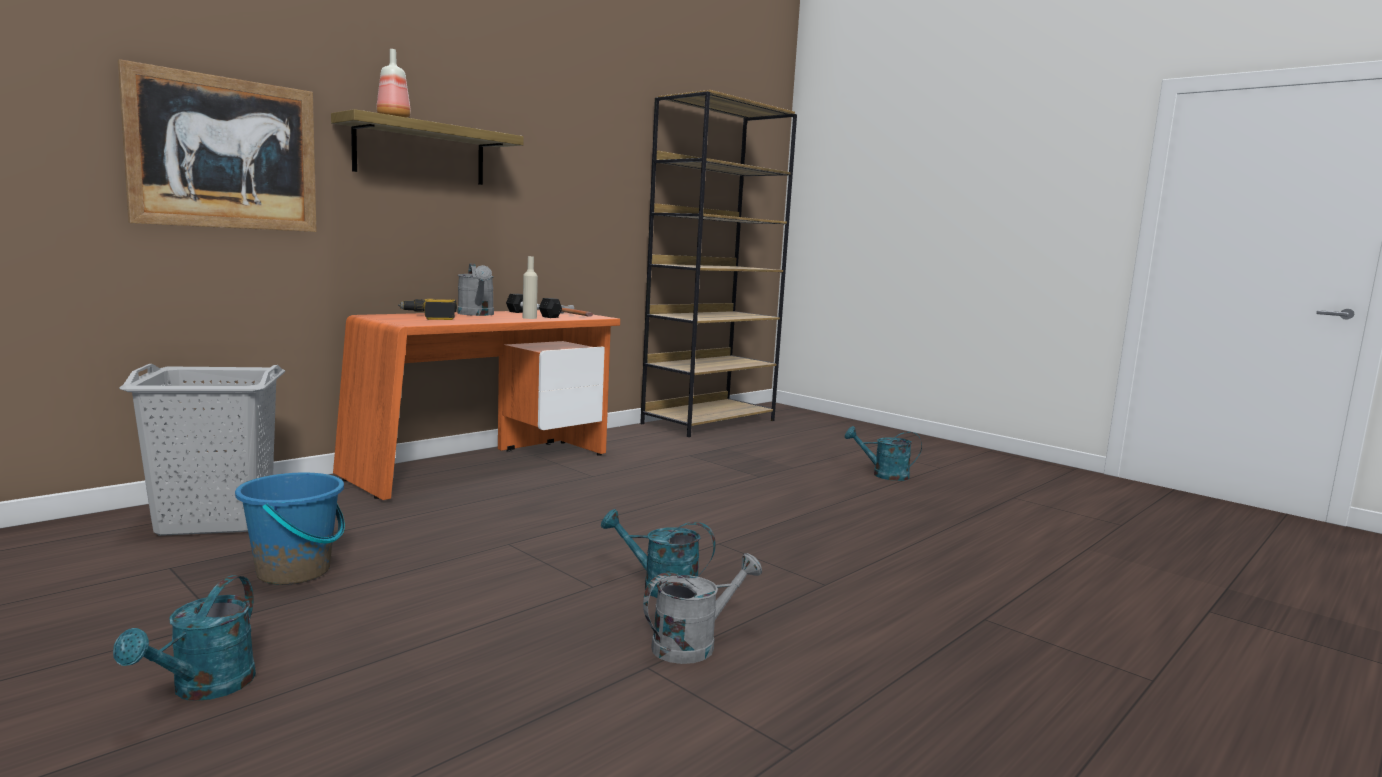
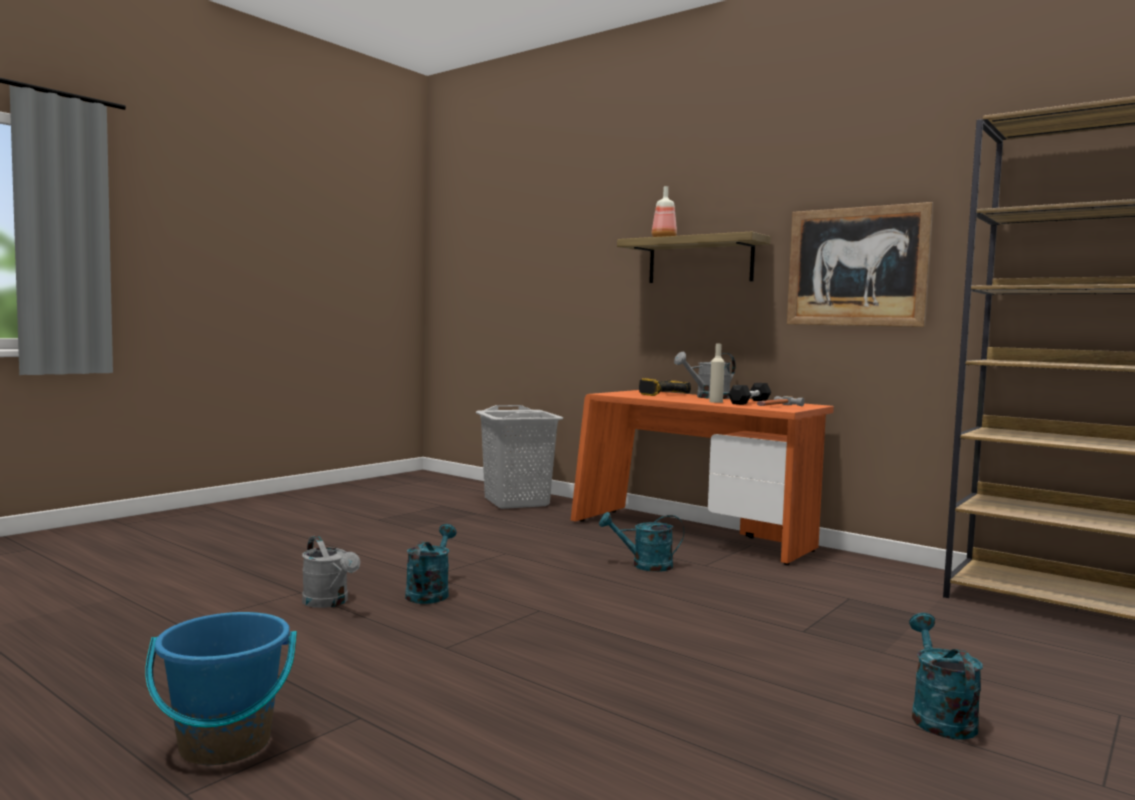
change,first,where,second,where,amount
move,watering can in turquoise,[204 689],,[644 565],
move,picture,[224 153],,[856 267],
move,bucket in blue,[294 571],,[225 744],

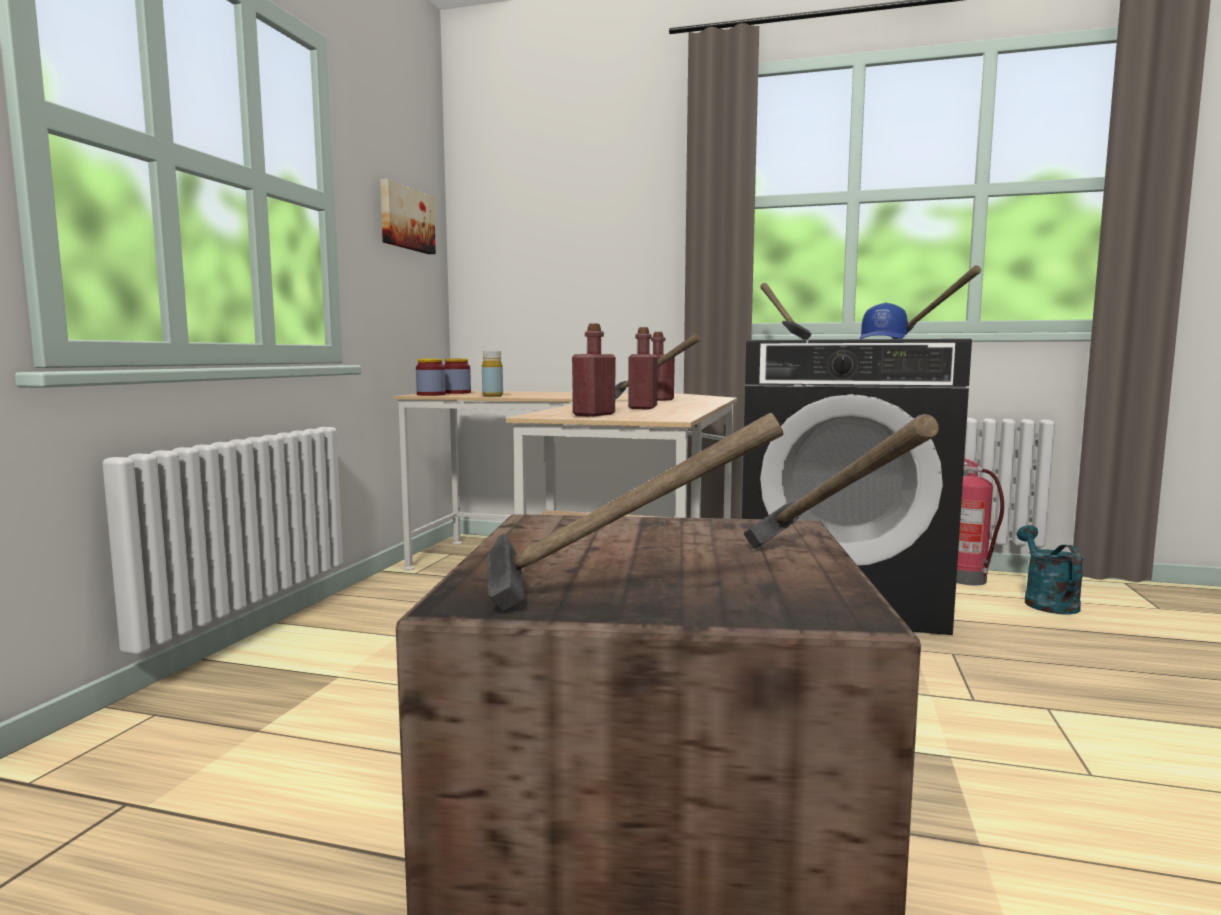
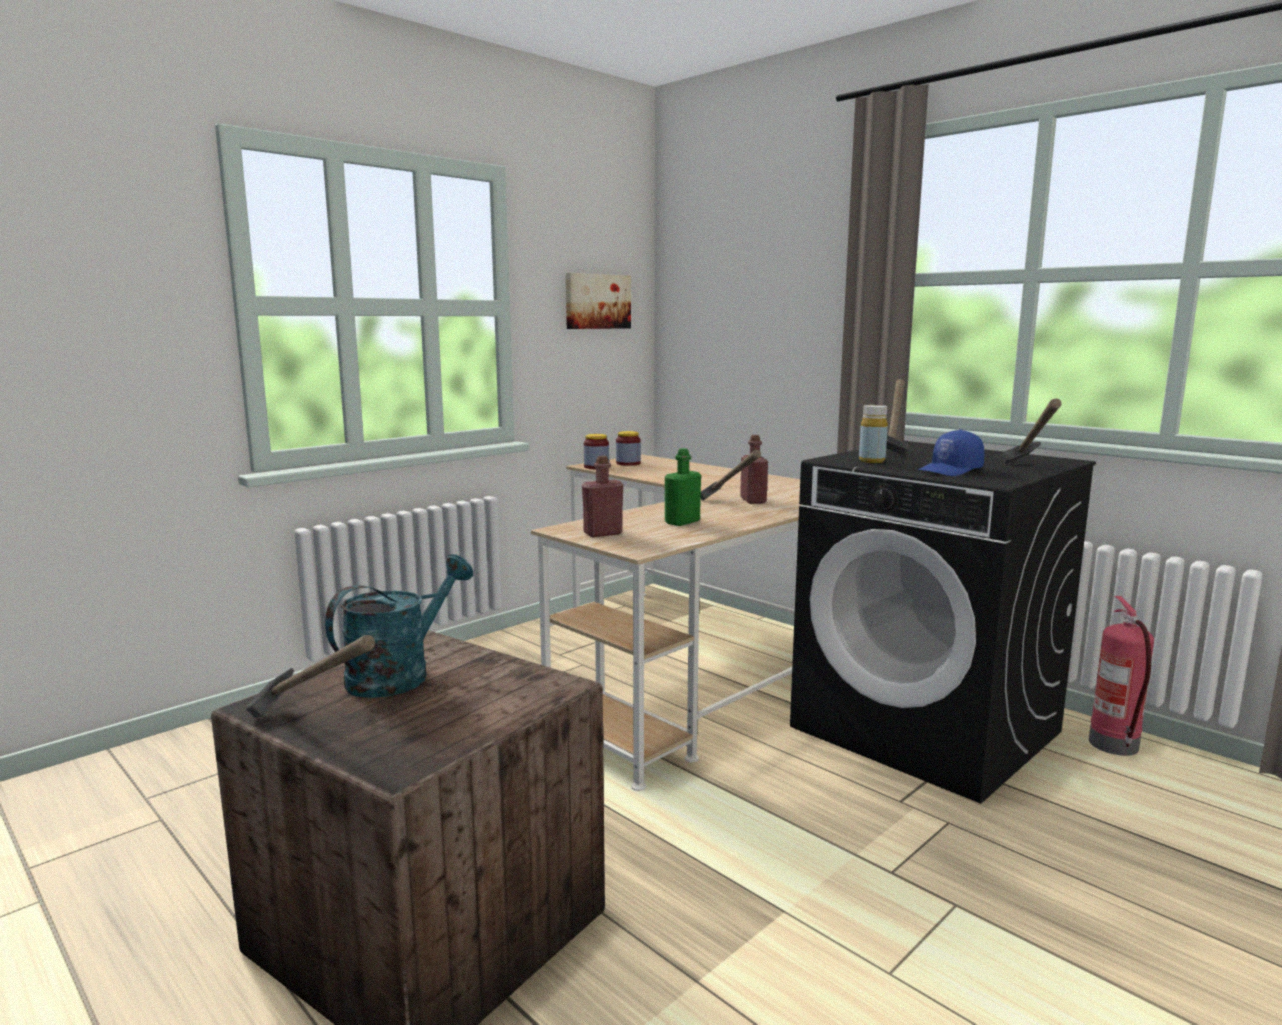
change,first,where,second,where,amount
move,bottle in yellow,[492 395],,[871 461],
recolor,bottle in red,[643 408],bottle in green,[682 522],
delete,hammer,[827 568],,,
move,watering can in turquoise,[1046 602],,[399 674],

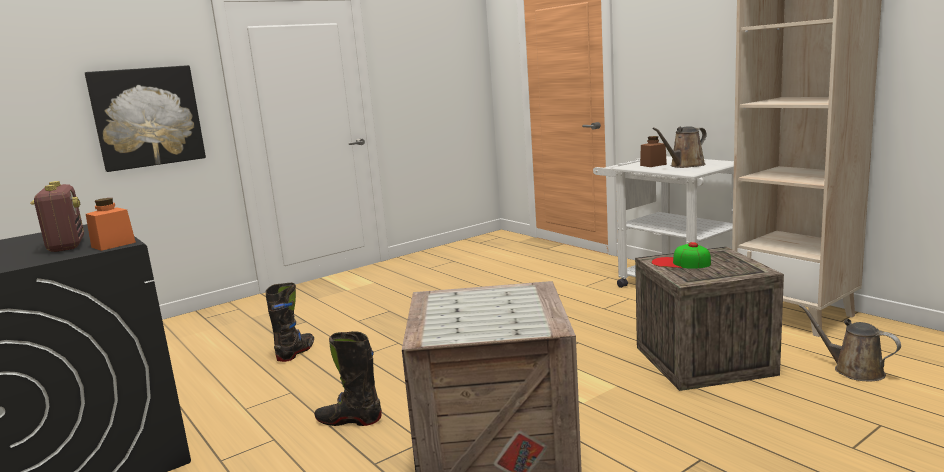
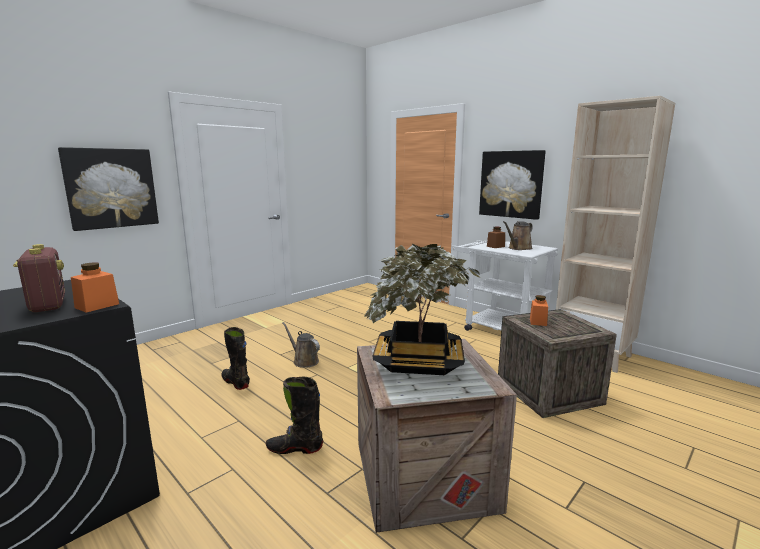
change,first,where,second,where,amount
rotate,boot in black,[296 352],,[236 382],60 degrees counterclockwise
replace,cap,[680 263],jar in orange,[538 322],
move,watering can in brown,[853 370],,[304 361],
insert,,,potted plant,[419 362],
insert,,,picture,[511 184],

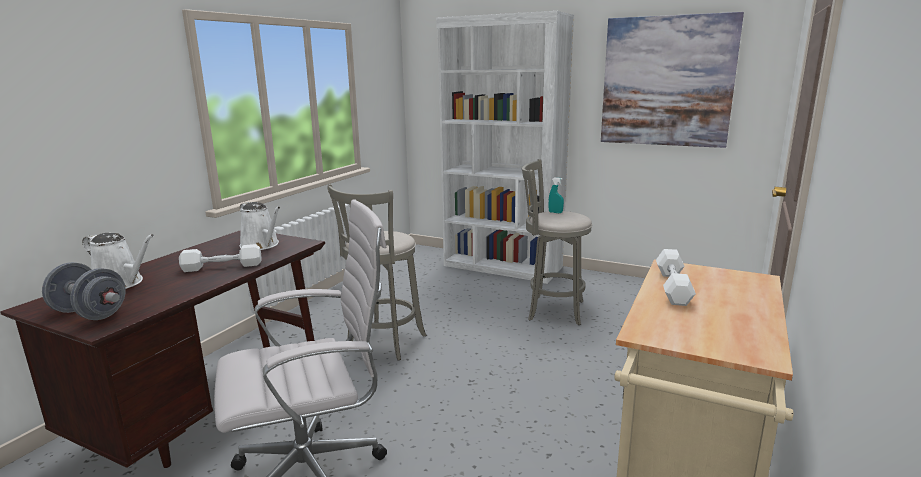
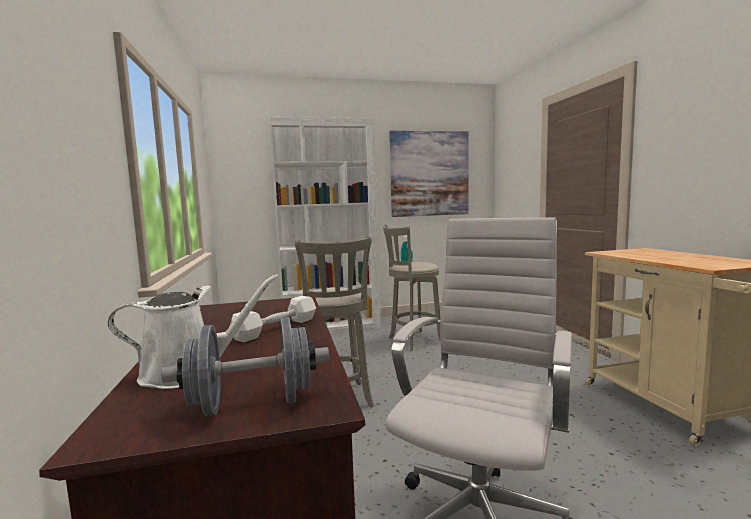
change,first,where,second,where,amount
delete,watering can in white,[261 245],,,
delete,dumbbell in white,[673 287],,,

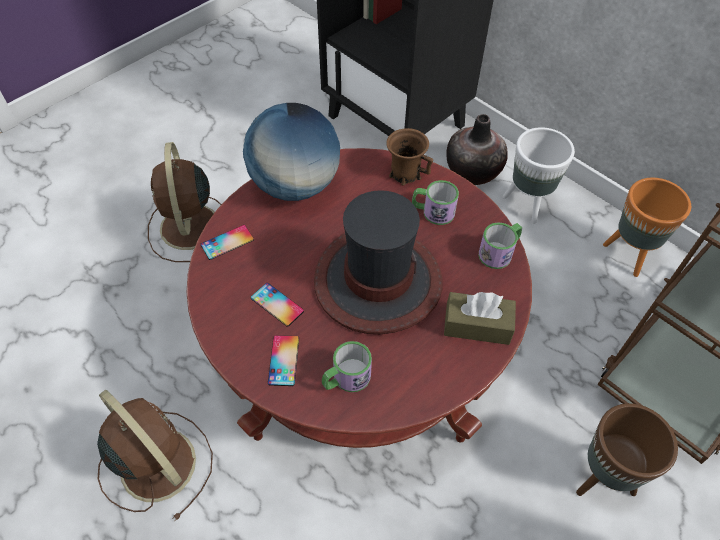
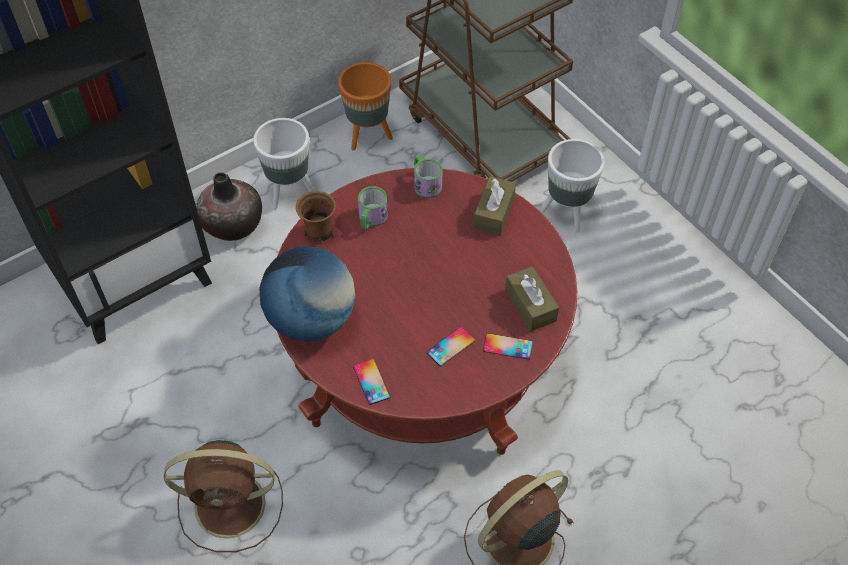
change,first,where,second,where,amount
delete,hat,[377 281],,,
replace,mug,[346 379],tissue box in brown,[530 305],
recolor,planter in brown,[602 478],planter in white,[567 213],

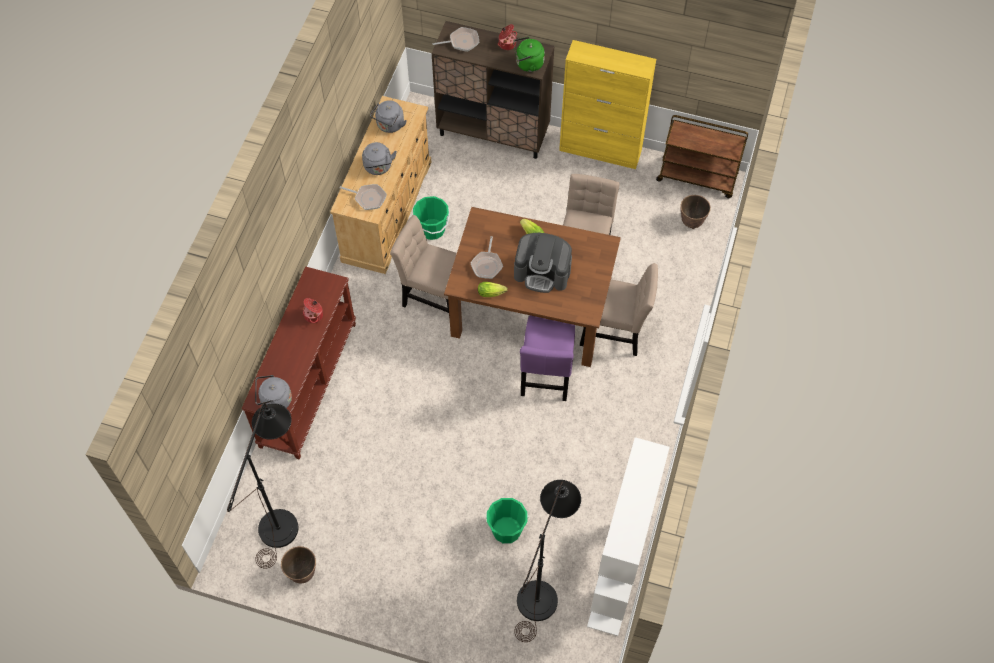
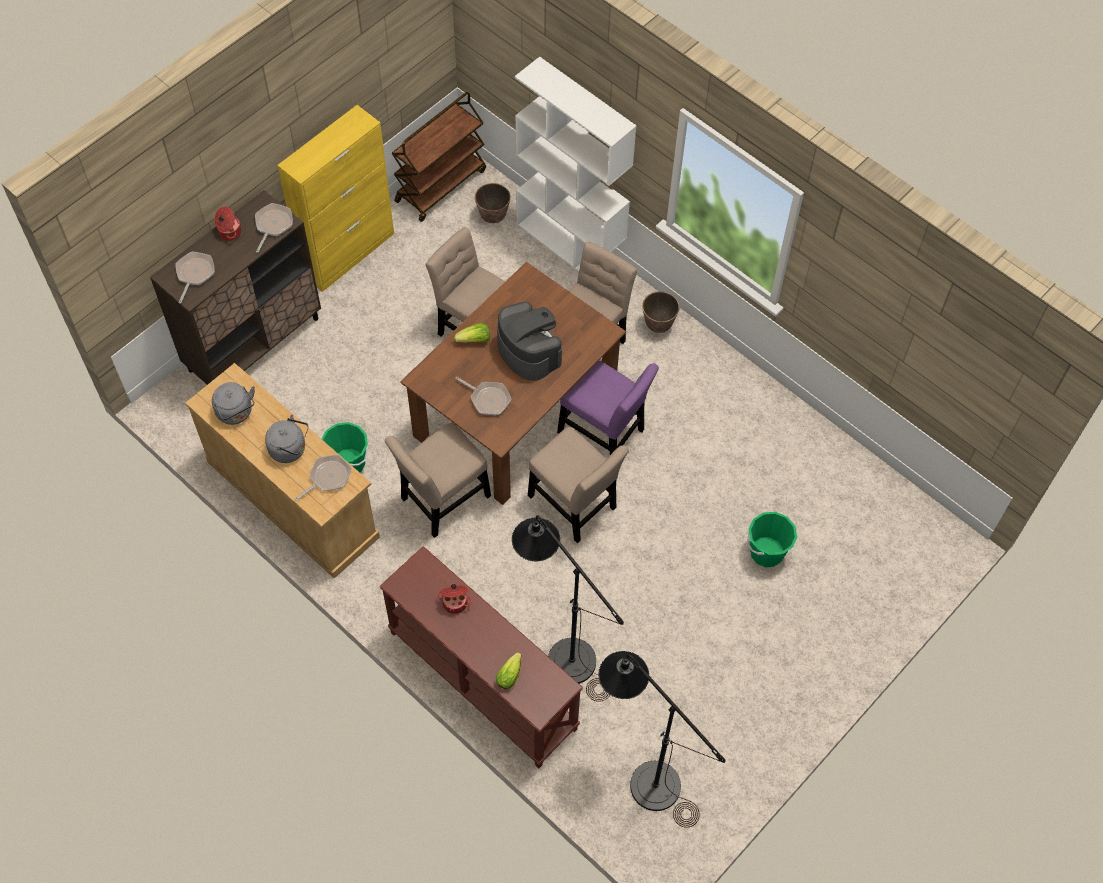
change,first,where,second,where,amount
delete,kettle in grey,[274 401],,,
move,planter,[302 573],,[658 325],
move,lettuce,[492 293],,[510 673],
replace,kettle in green,[528 64],frying pan,[273 225],
rotate,coffee machine,[542 272],,[528 351],75 degrees counterclockwise
move,floor lamp in black,[541 590],,[562 651],
move,bookcase in white,[617 579],,[570 247],
insert,,,chair in beige,[574 506],

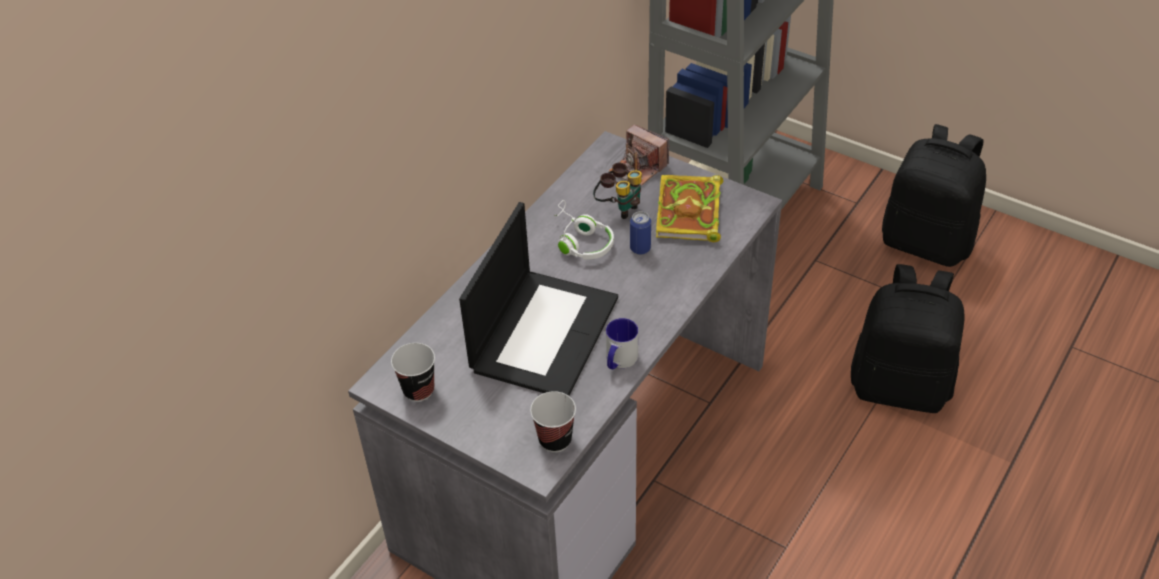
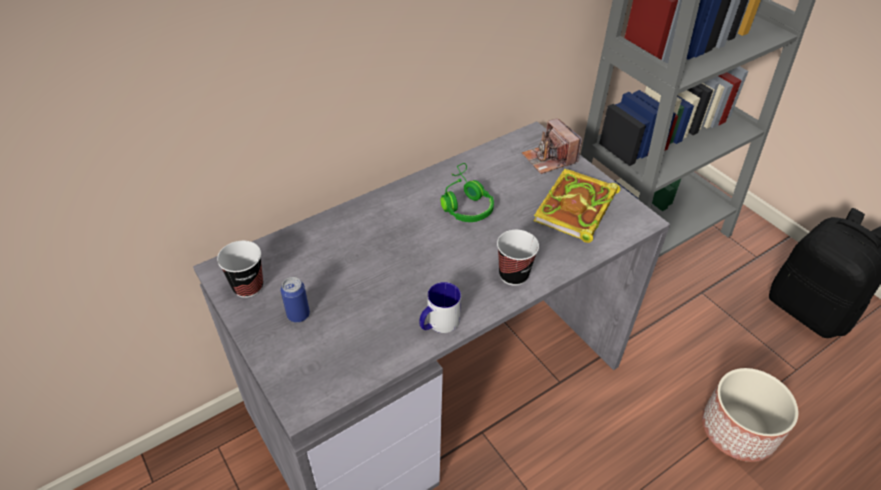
change,first,where,second,where,amount
delete,laptop,[544 332],,,
move,cup,[555 440],,[513 275],
recolor,headphones in white,[580 241],headphones in green,[465 203],
delete,binoculars,[619 207],,,
move,can,[640 248],,[298 315],
replace,backpack in black,[900 386],planter,[738 430],

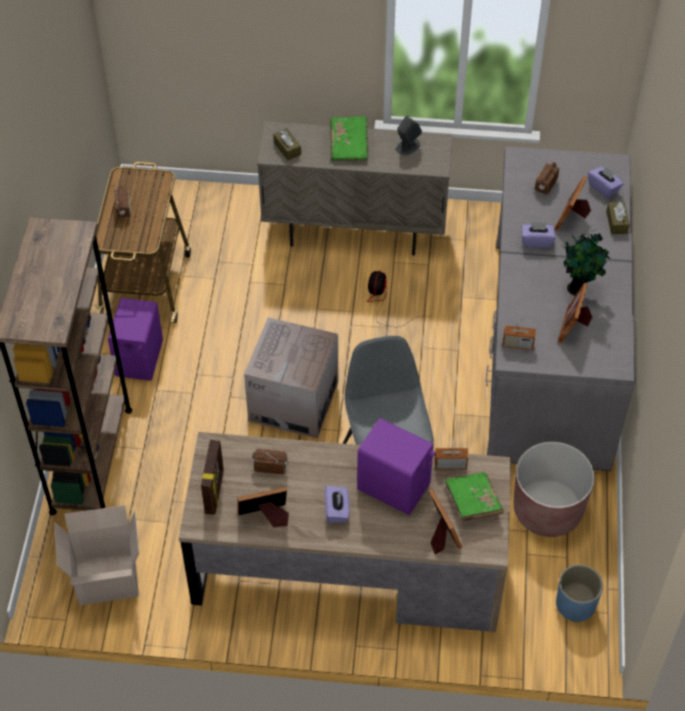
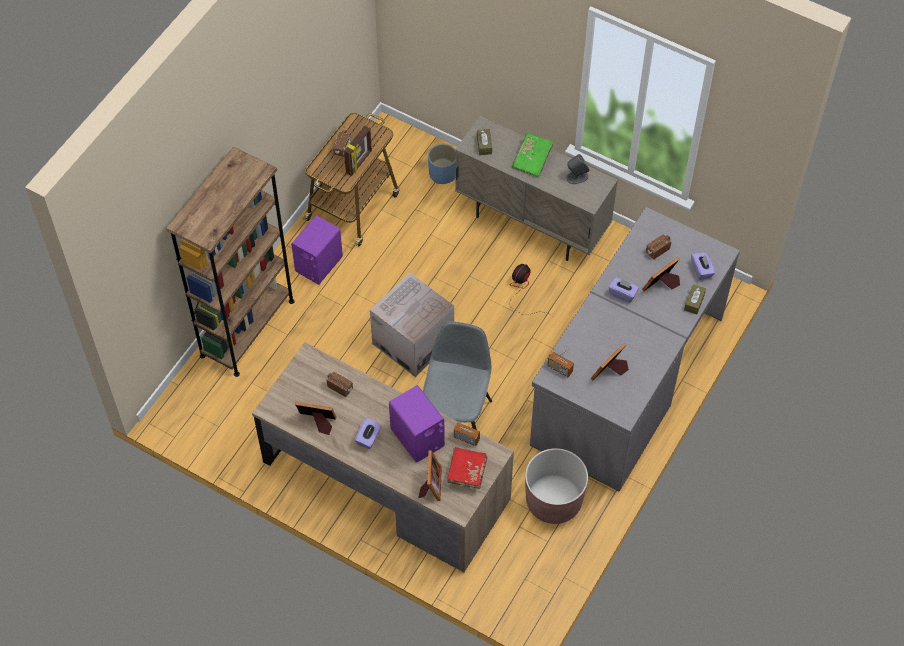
change,first,where,second,where,amount
delete,cardboard box,[106 580],,,
move,picture frame,[215 492],,[359 162],
recolor,book in green,[472 502],book in red,[466 472],
move,planter in blue,[575 604],,[442 173],
delete,potted plant,[578 288],,,

